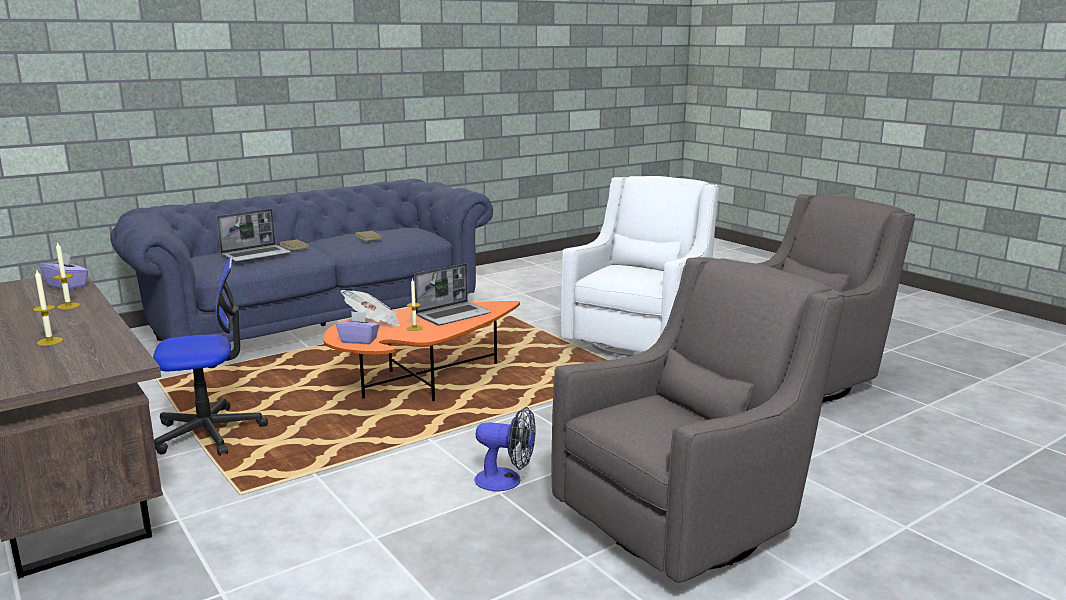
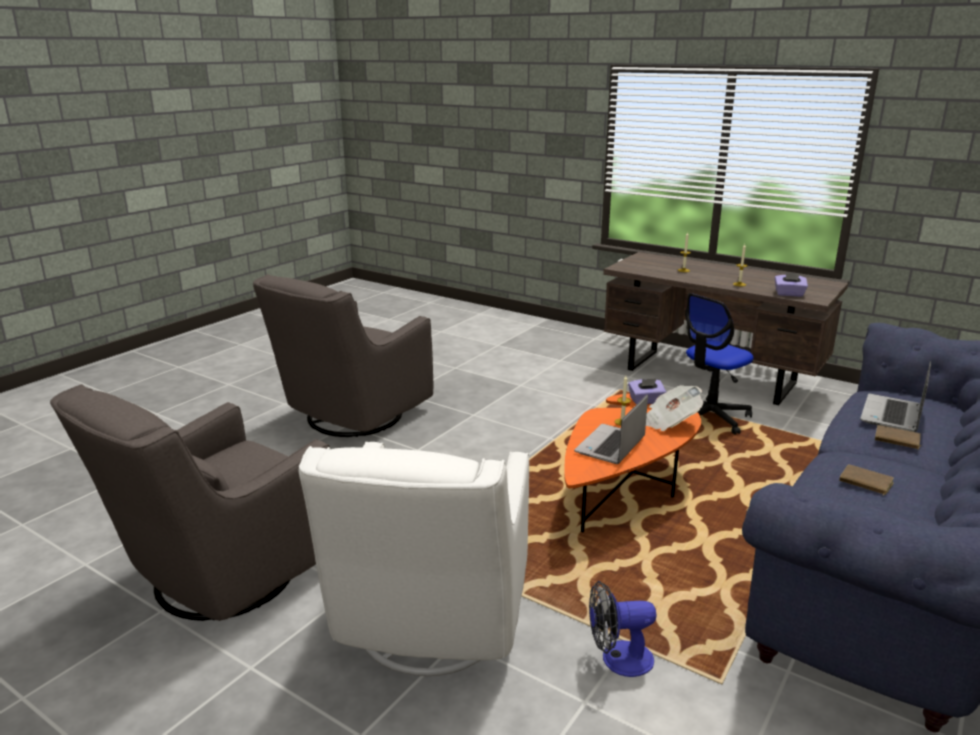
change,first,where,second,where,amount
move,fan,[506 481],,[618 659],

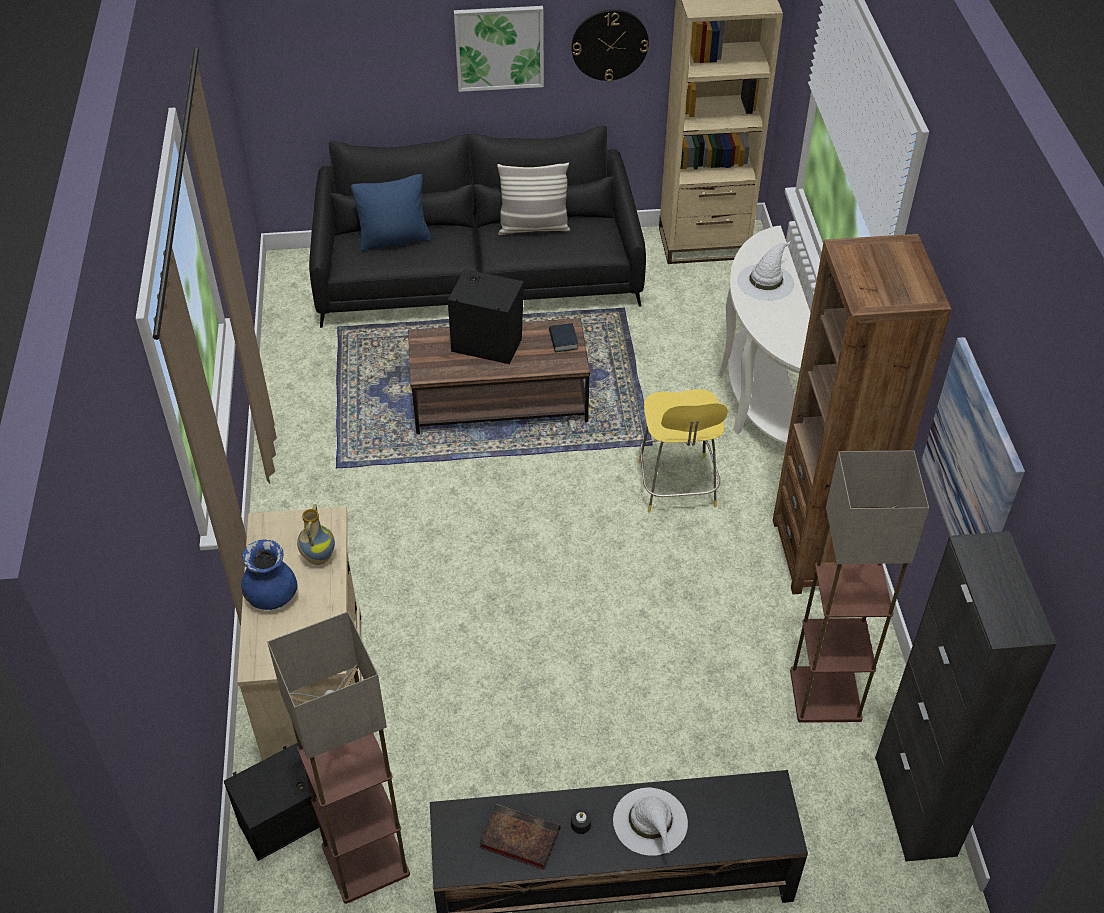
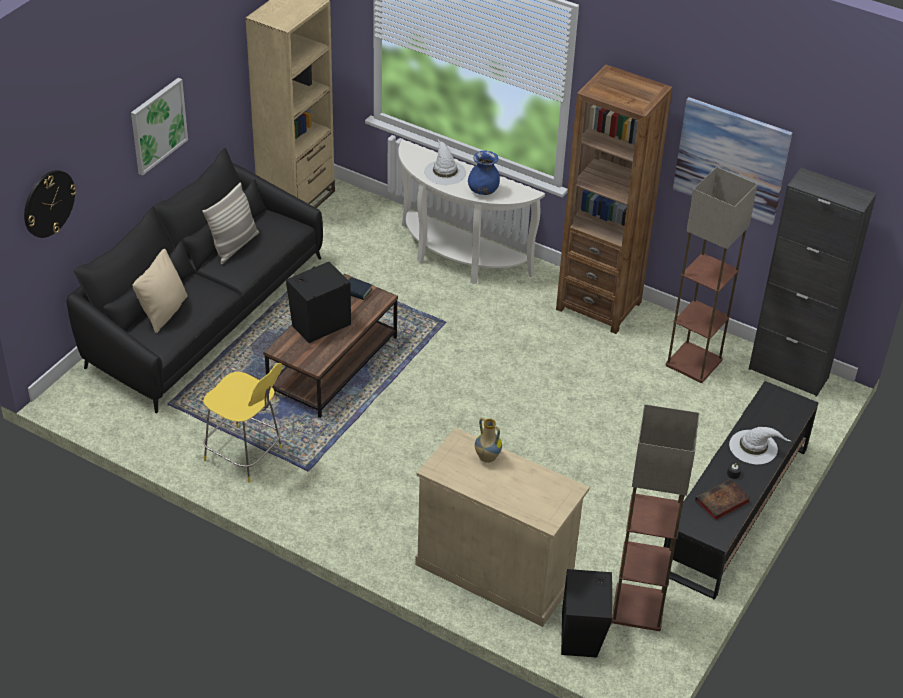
change,first,where,second,where,amount
move,vase in blue,[272 597],,[483 191],
recolor,pillow in blue,[394 239],pillow in beige,[164 312],
move,wall clock,[609 44],,[48 203],
move,stool in yellow,[677 487],,[245 455],

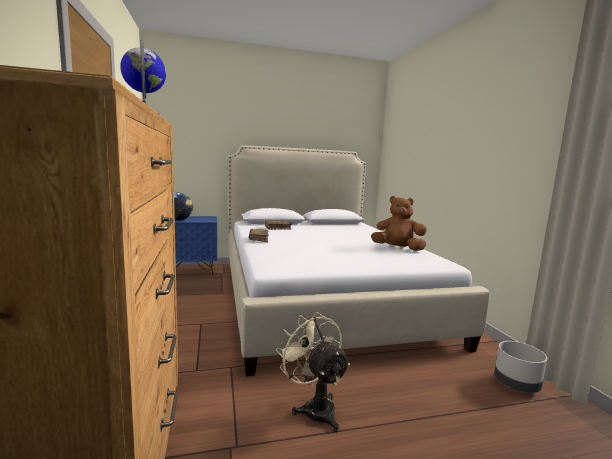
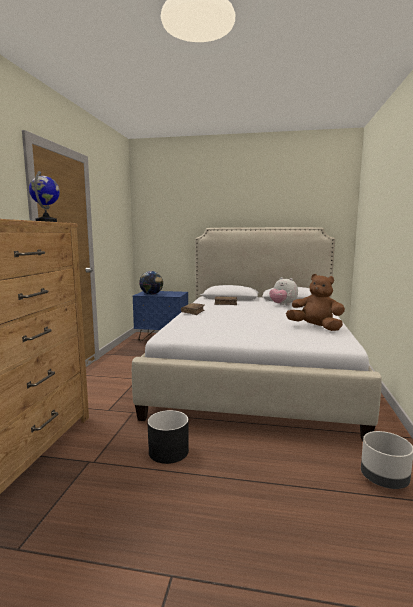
change,first,where,second,where,amount
replace,fan in beige,[314 407],planter in black,[168 452],
insert,,,plush toy,[282 305],

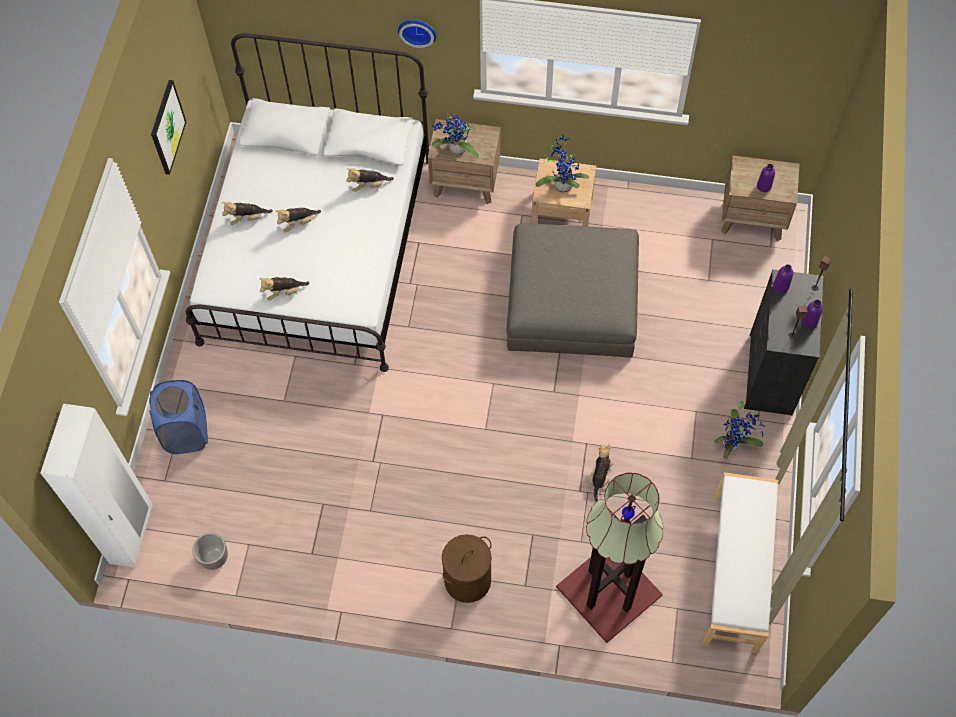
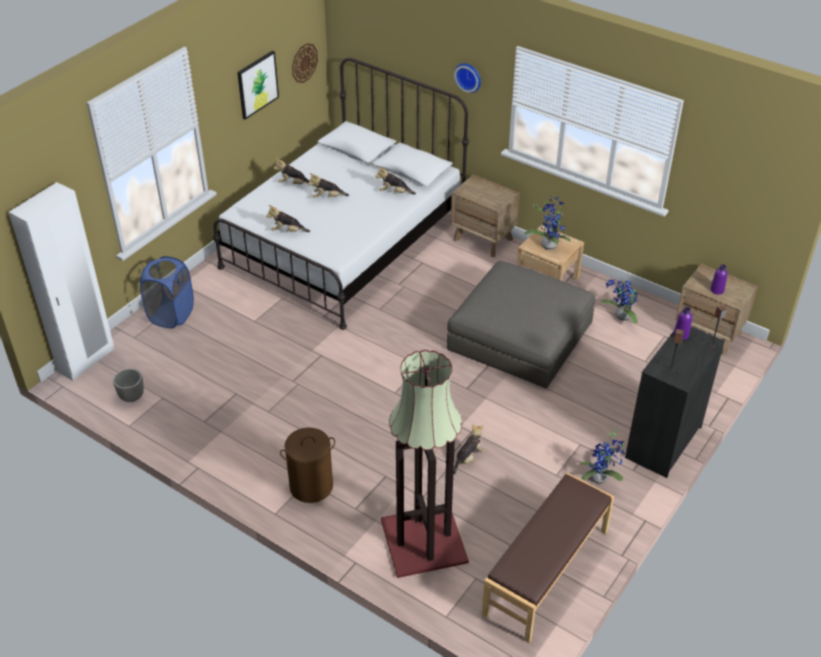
change,first,where,second,where,amount
move,potted plant,[456 150],,[620 317],
recolor,bench in white,[736 571],bench in brown,[547 572],
delete,bottle in purple,[809 321],,,
insert,,,wall clock,[304 63],

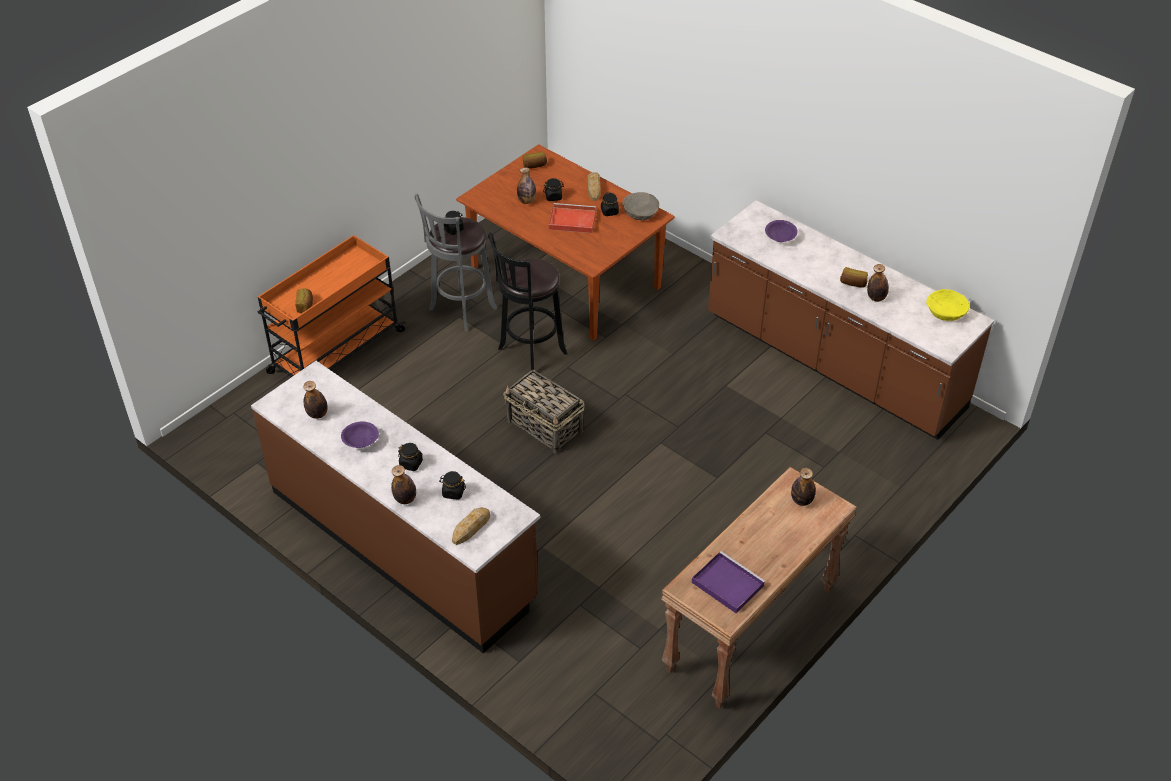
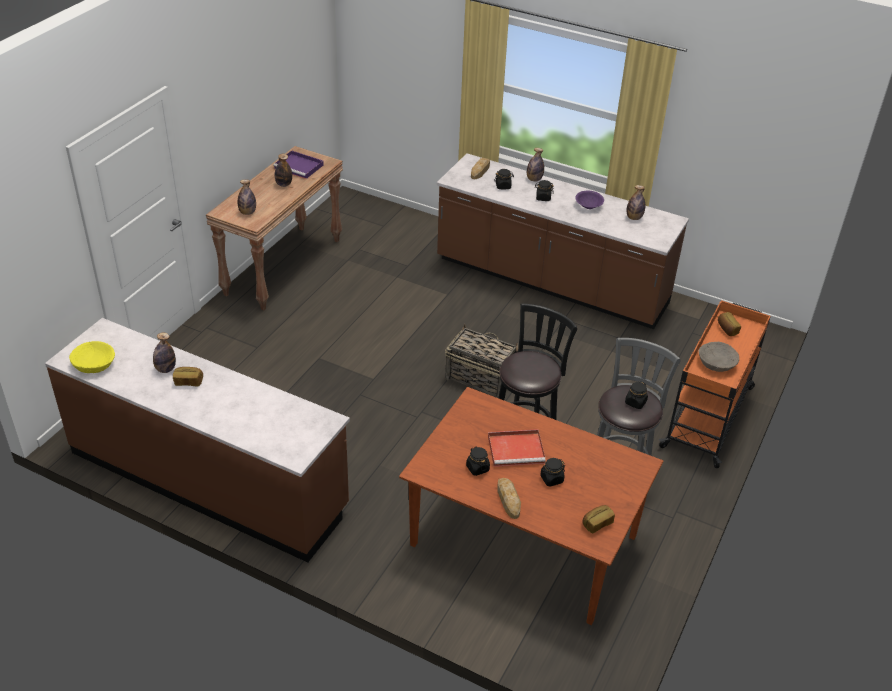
change,first,where,second,where,amount
move,bottle,[527 201],,[284 184],
move,bowl in beige,[640 212],,[716 363],
delete,bowl in purple,[780 237],,,

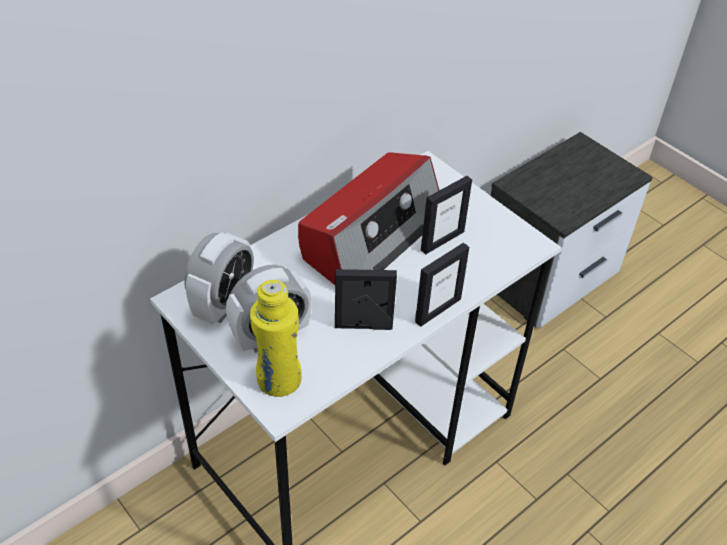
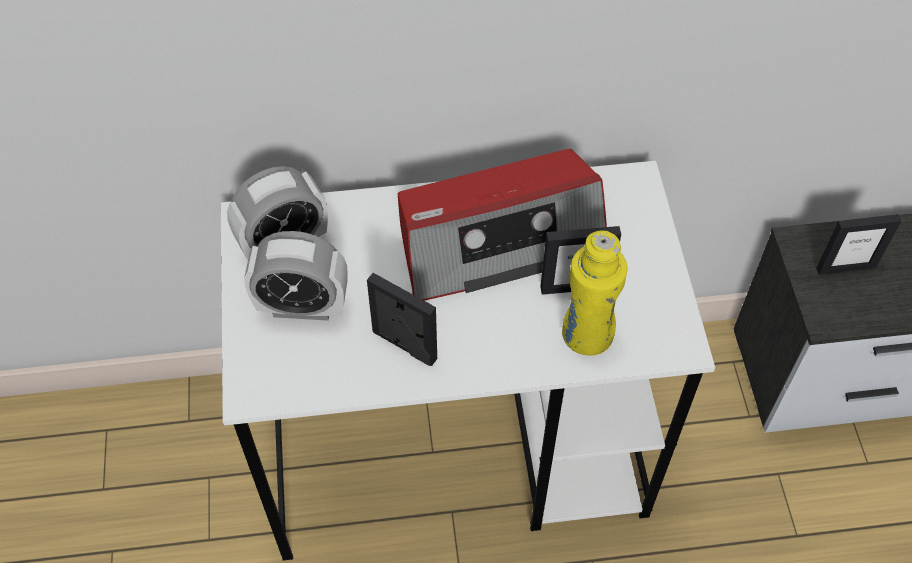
change,first,where,second,where,amount
move,bottle in yellow,[279 380],,[587 334],
move,picture frame,[437 310],,[845 267],

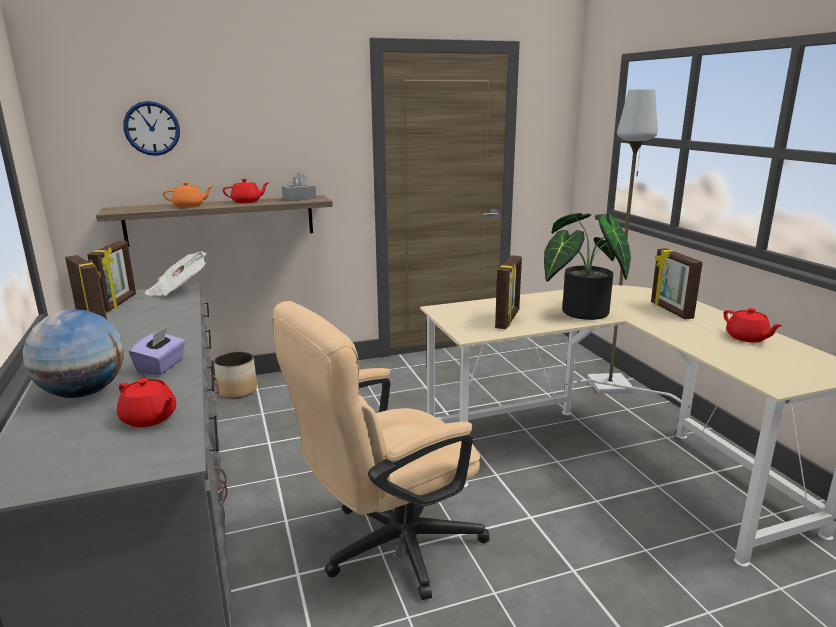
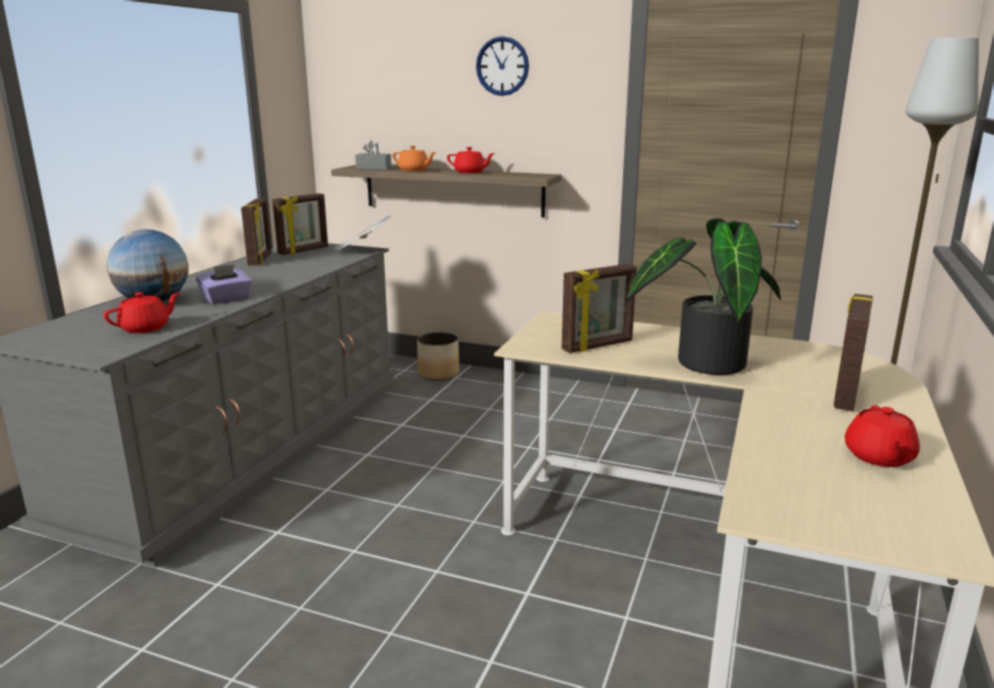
change,first,where,second,where,amount
rotate,teapot in red,[149 418],,[146 328],120 degrees counterclockwise
move,wall clock,[152 128],,[502 66],
delete,office chair in beige,[388 547],,,
move,tissue box in grey,[299 199],,[373 168],

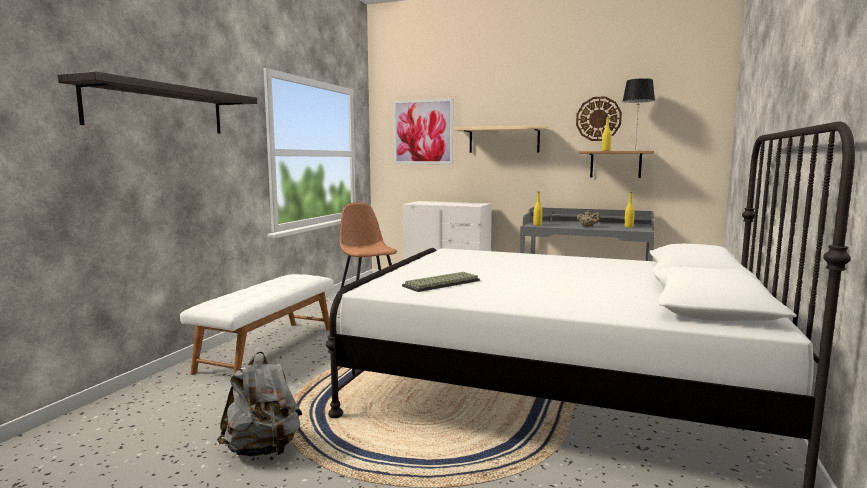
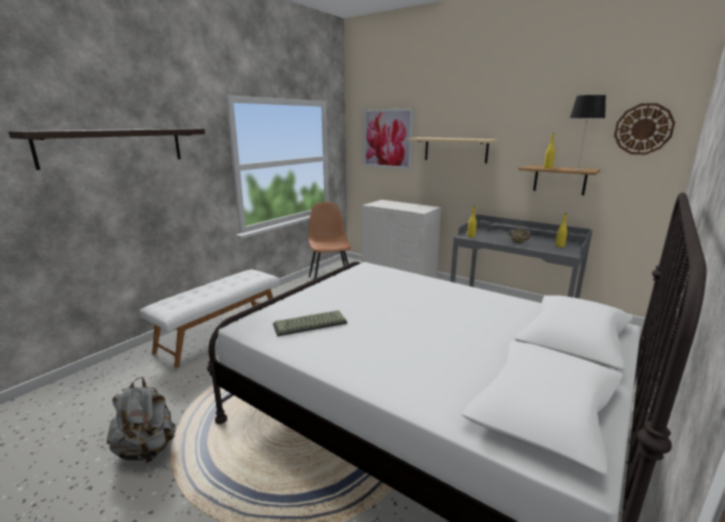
change,first,where,second,where,amount
move,wall clock,[598 119],,[643 129],

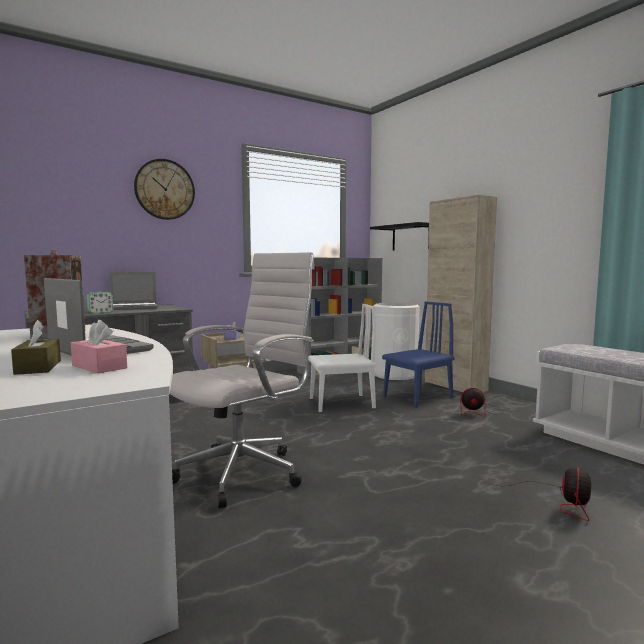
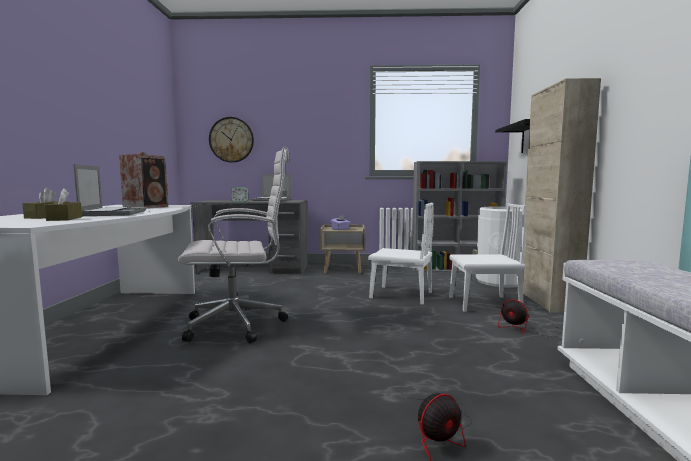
change,first,where,second,where,amount
recolor,tissue box in pink,[99 367],tissue box in brown,[65 218],
move,wall clock,[165 189],,[231 140],
recolor,chair in blue,[417 397],chair in white,[483 303],

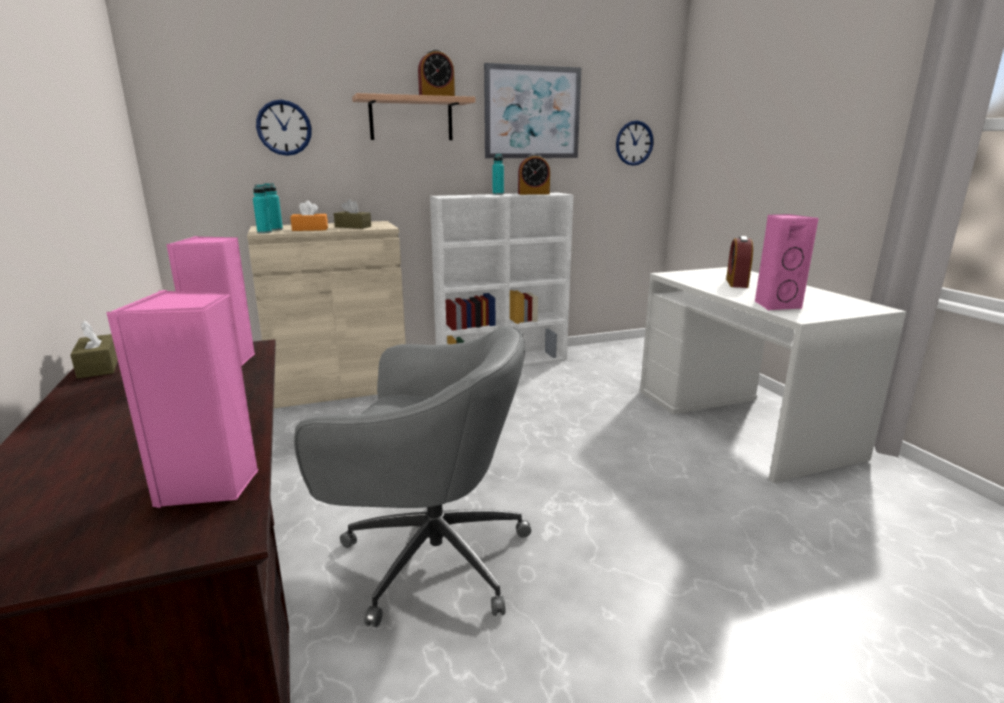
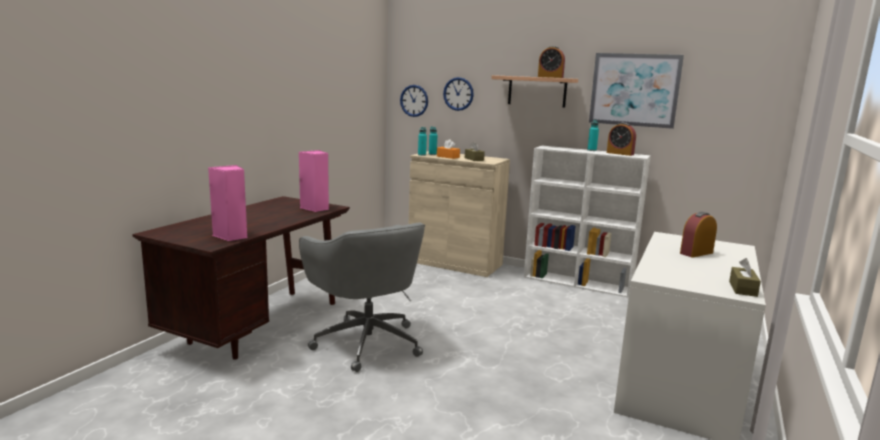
change,first,where,second,where,amount
move,tissue box in brown,[98 367],,[743 289],
move,wall clock,[634 143],,[414 100],
delete,speaker in pink,[775 305],,,

